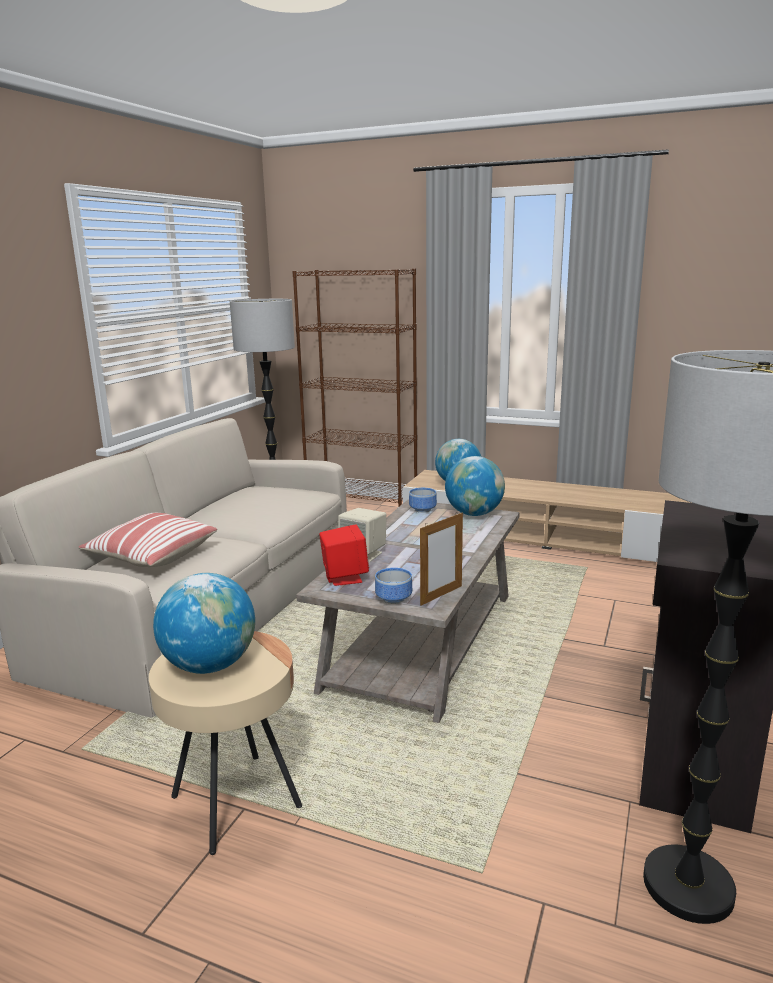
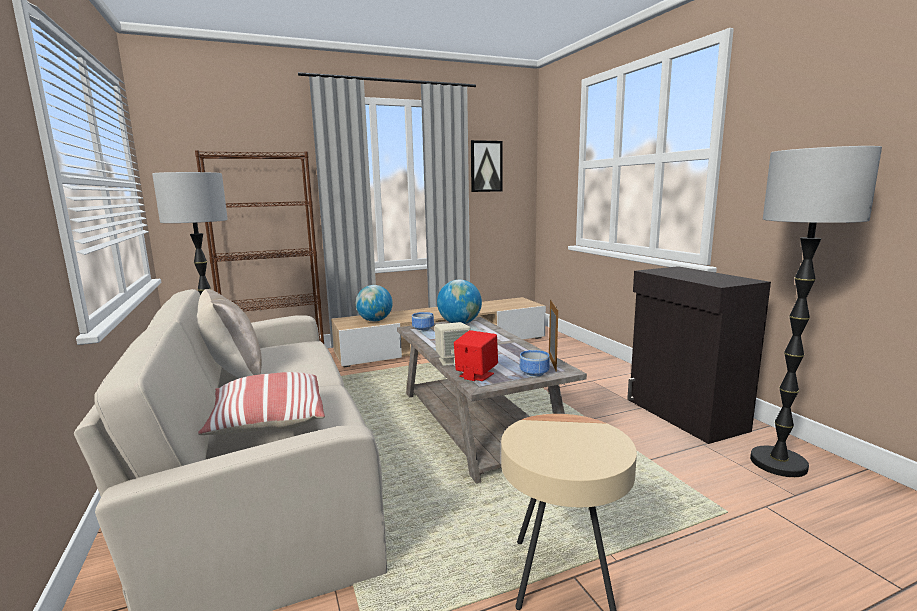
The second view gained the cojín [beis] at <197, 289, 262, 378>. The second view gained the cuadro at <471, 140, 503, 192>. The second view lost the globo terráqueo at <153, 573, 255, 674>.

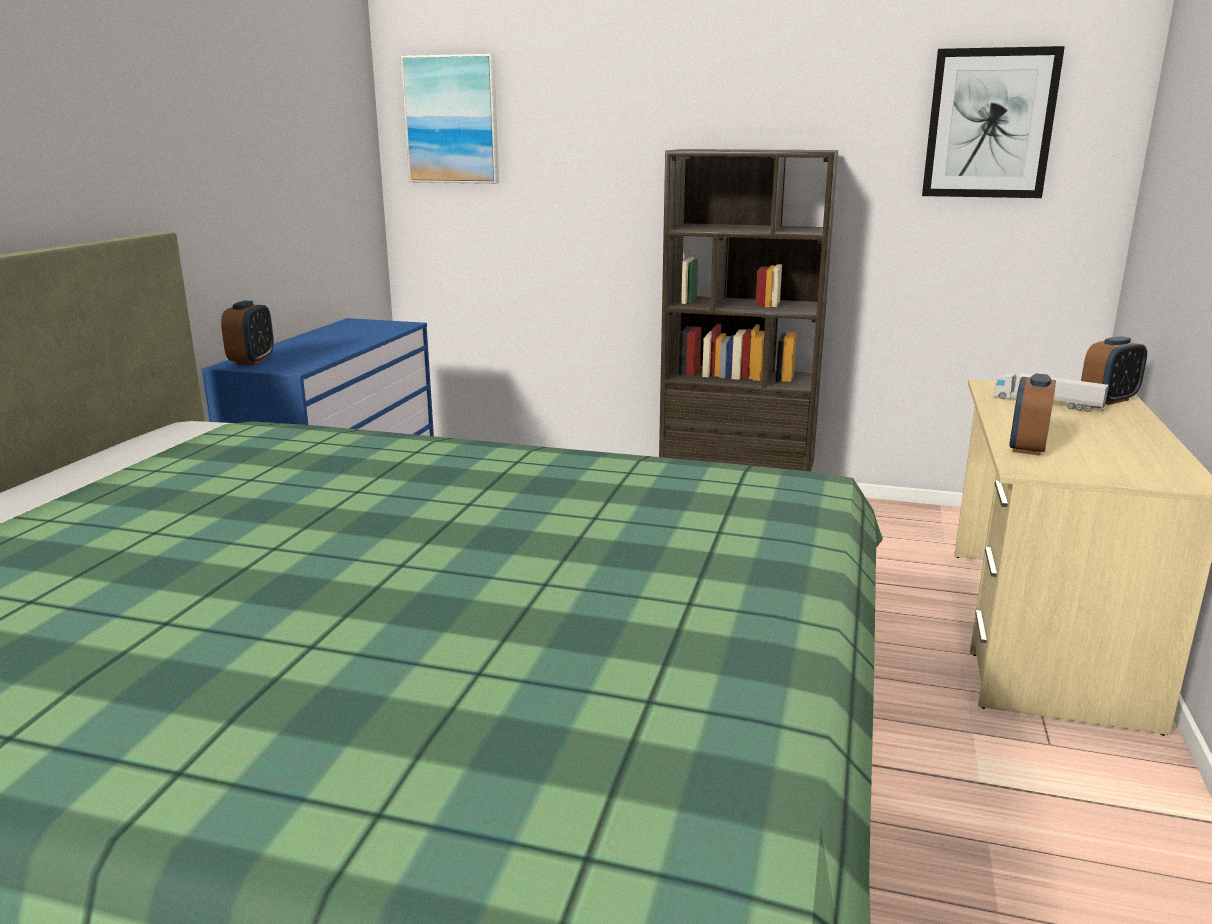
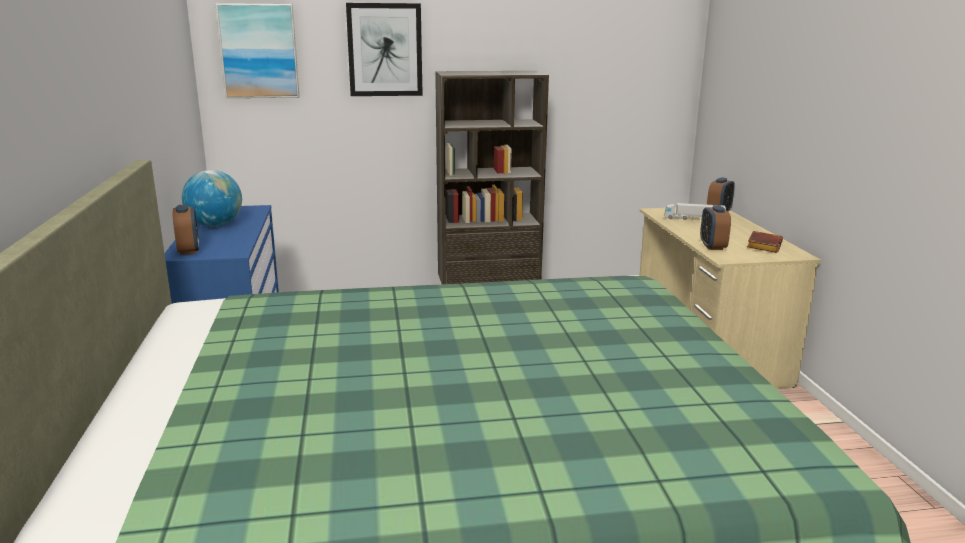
The second view gained the globo terráqueo at <182, 170, 242, 227>. The cuadro ended up elsewhere, having gone from <922, 46, 1065, 198> to <346, 3, 423, 96>. The second view gained the libro [marrón] at <747, 231, 783, 253>.

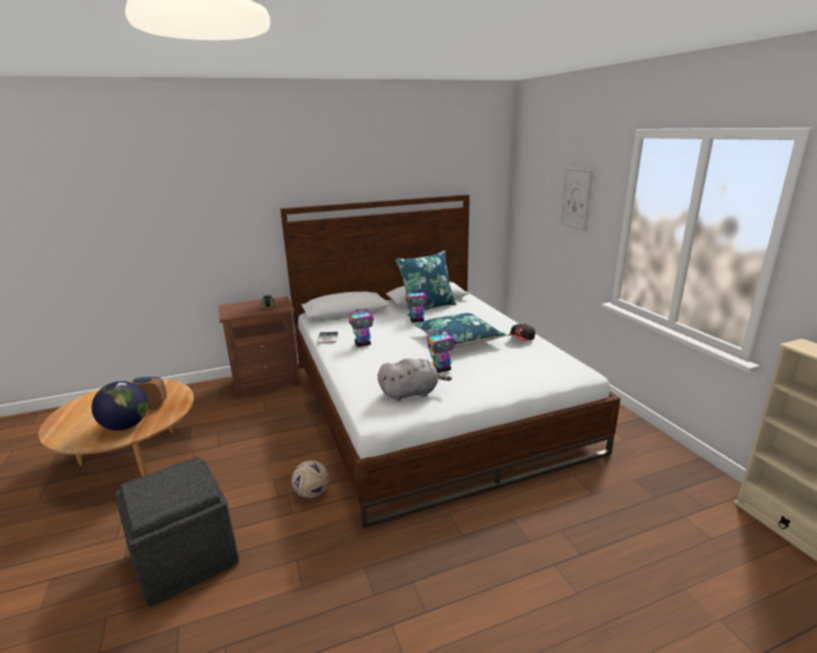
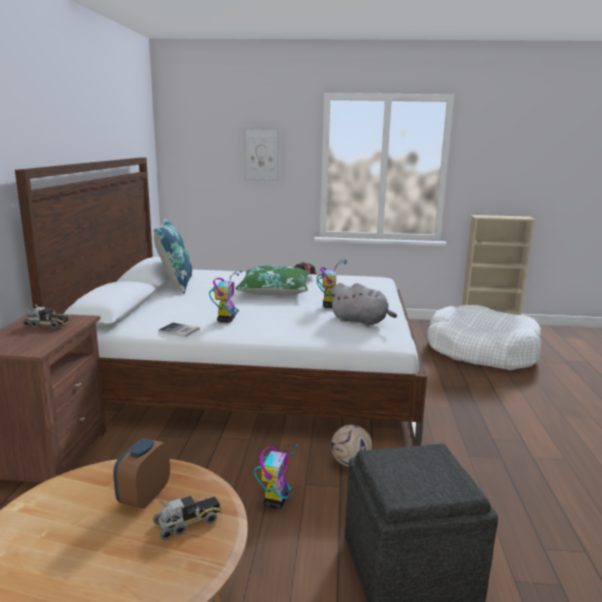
Where the globo terráqueo stood at <92, 381, 148, 431>, the camión de juguete came to stand at <153, 496, 222, 540>. What was the cojín [azul] at <414, 313, 506, 348> turned into the cojín [verde] at <235, 266, 310, 295>. The robot de juguete ended up elsewhere, having gone from <406, 288, 428, 323> to <254, 444, 298, 509>. The peluche [gris] at <378, 358, 452, 401> ended up facing another way, 105 degrees clockwise from before. The second view gained the cama para perro [blanco] at <427, 305, 541, 370>.

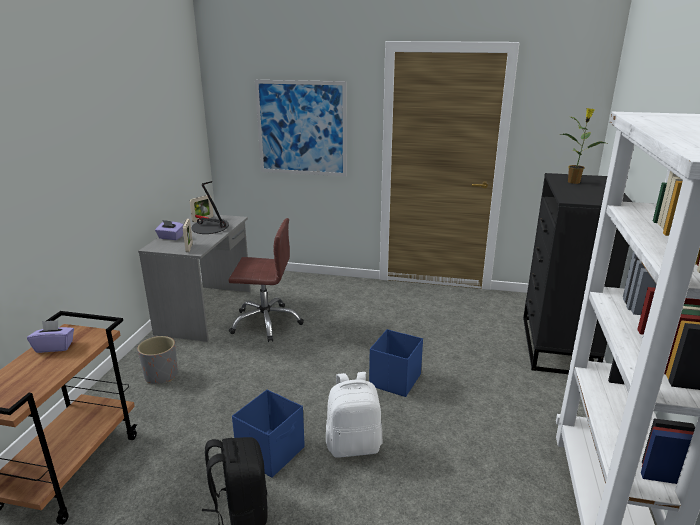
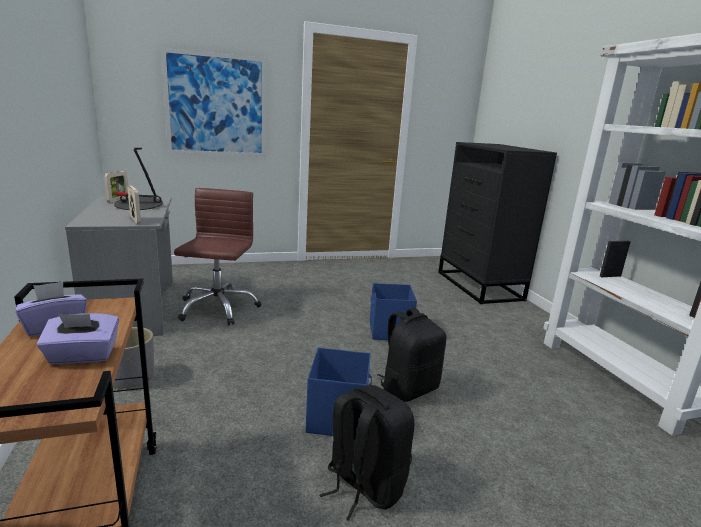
The caja de pañuelos [morado] ended up elsewhere, having gone from <155, 220, 184, 240> to <37, 313, 119, 364>. The silla de oficina [marrón] at <229, 218, 304, 342> ended up facing another way, 60 degrees counterclockwise from before. What was the mochila [blanco] at <326, 372, 383, 458> turned into the mochila [negro] at <378, 308, 446, 402>. The second view lost the planta en maceta at <559, 108, 605, 184>.

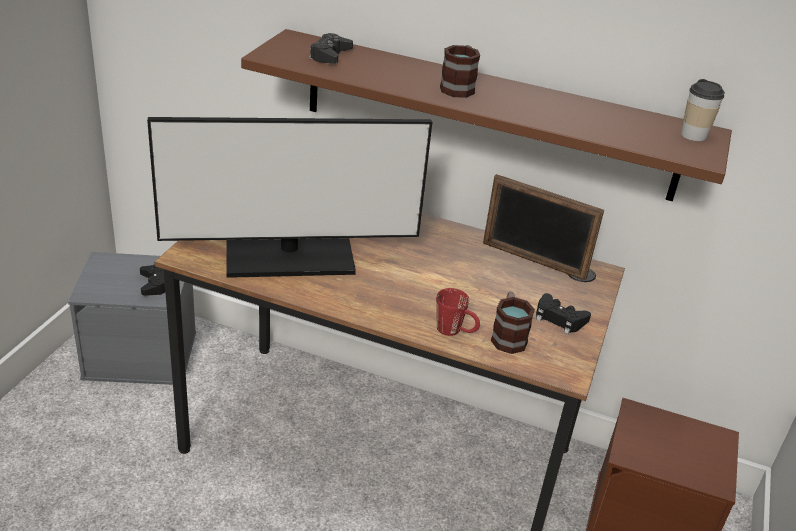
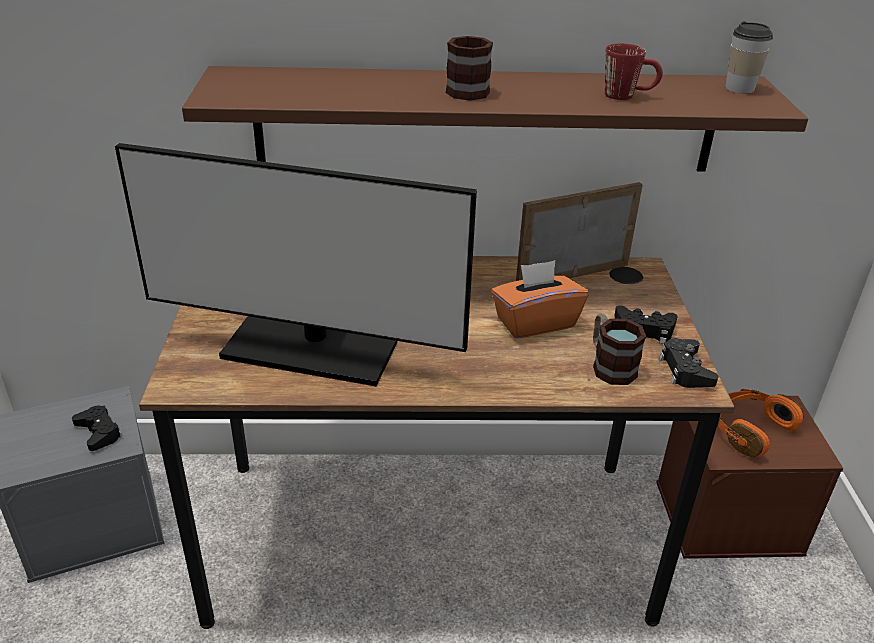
The monitor at <147, 117, 432, 278> ended up facing another way, 45 degrees clockwise from before. The second view gained the caja de pañuelos [naranja] at <491, 260, 588, 338>. The portarretratos at <483, 174, 604, 280> ended up facing another way, 150 degrees clockwise from before. The taza grande [rojo] ended up elsewhere, having gone from <436, 288, 480, 336> to <605, 43, 663, 100>. The mando de consola [negro] ended up elsewhere, having gone from <309, 33, 353, 64> to <659, 338, 718, 388>. The second view gained the auriculares [naranja] at <717, 389, 804, 457>.

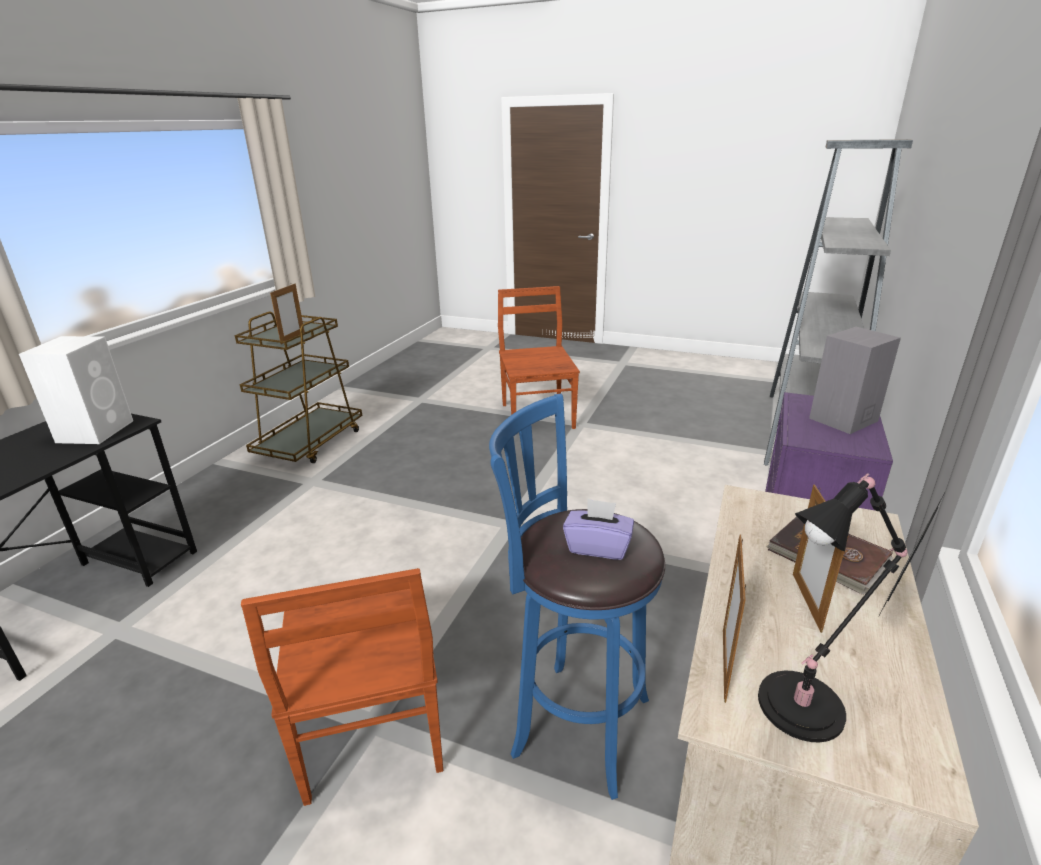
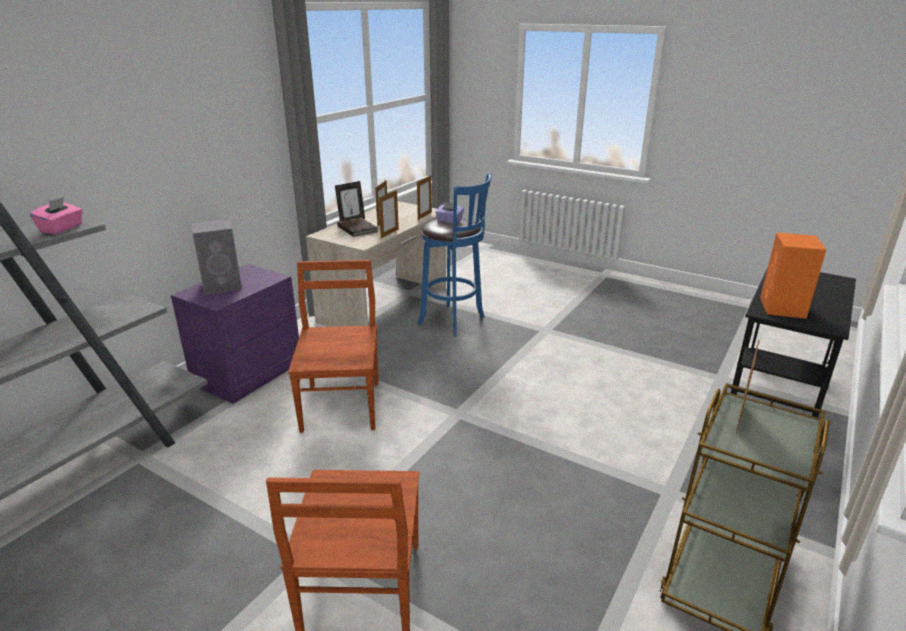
The second view gained the caja de pañuelos [rosa] at <30, 197, 83, 234>. The silla [marrón] ended up elsewhere, having gone from <241, 568, 443, 806> to <288, 260, 378, 433>. The second view gained the portarretratos at <379, 190, 399, 238>. What was the altavoz [blanco] at <19, 336, 133, 444> turned into the altavoz [naranja] at <760, 232, 826, 319>. The second view lost the lámpara de mesa [negro] at <758, 473, 908, 742>.

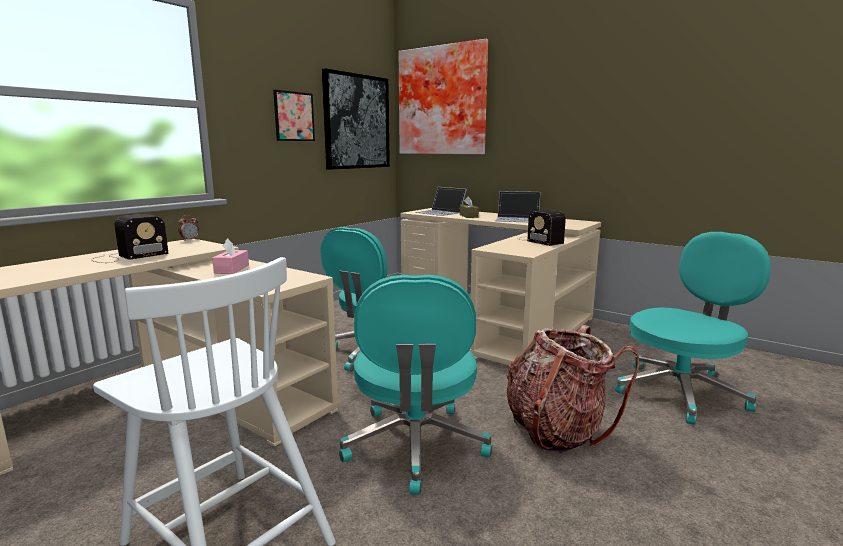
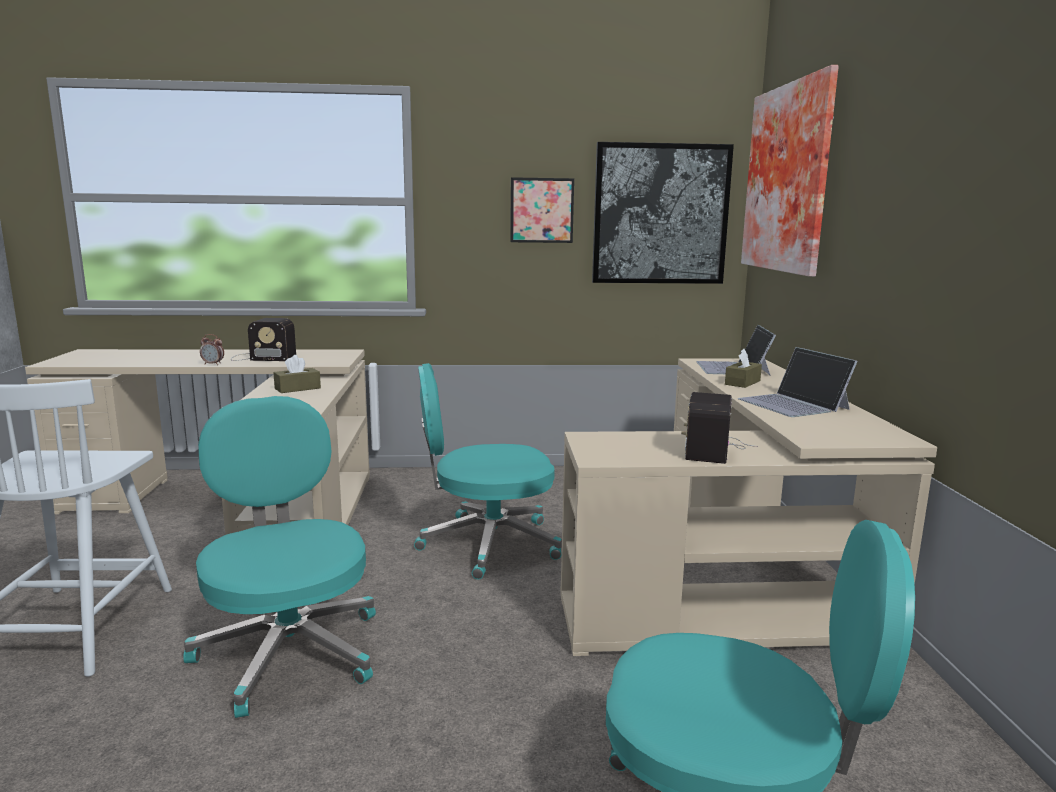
The silla de oficina [turquesa] at <339, 275, 492, 495> ended up facing another way, 105 degrees clockwise from before. The despertador ended up elsewhere, having gone from <178, 215, 199, 241> to <200, 334, 224, 365>. What was the caja de pañuelos [rosa] at <212, 238, 249, 274> turned into the caja de pañuelos [marrón] at <273, 355, 321, 393>. The second view lost the mochila at <506, 325, 639, 453>.

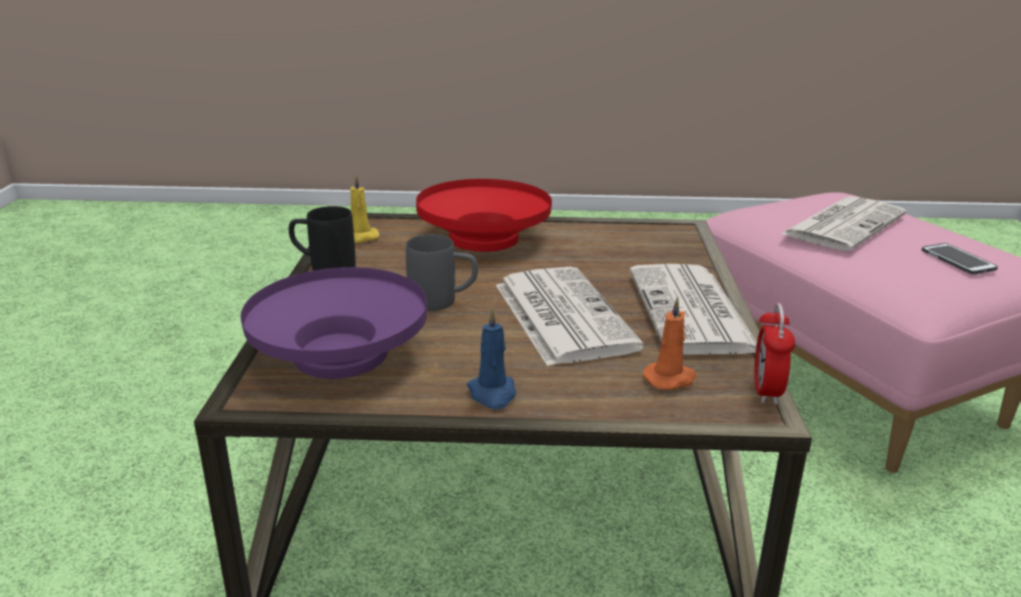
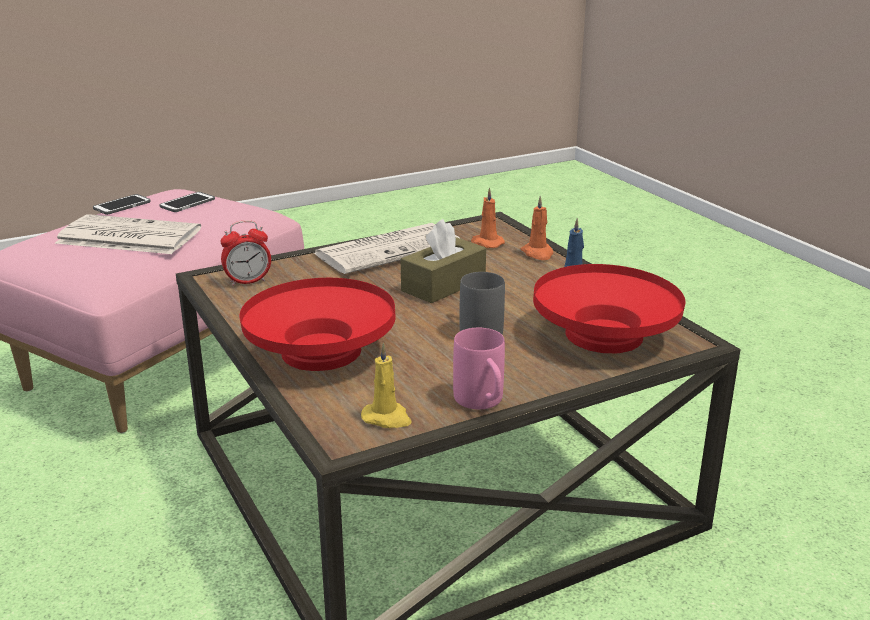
The second view gained the móvil at <93, 194, 151, 215>. The despertador ended up elsewhere, having gone from <754, 303, 795, 405> to <220, 220, 271, 286>. Where the periódico stood at <496, 267, 644, 366>, the caja de pañuelos [marrón] came to stand at <401, 219, 486, 303>. What was the taza grande [negro] at <289, 206, 356, 271> turned into the taza grande [rosa] at <453, 328, 505, 409>. The second view gained the vela [naranja] at <521, 196, 553, 260>. What was the cuenco [morado] at <241, 267, 427, 379> turned into the cuenco [rojo] at <533, 264, 685, 353>.

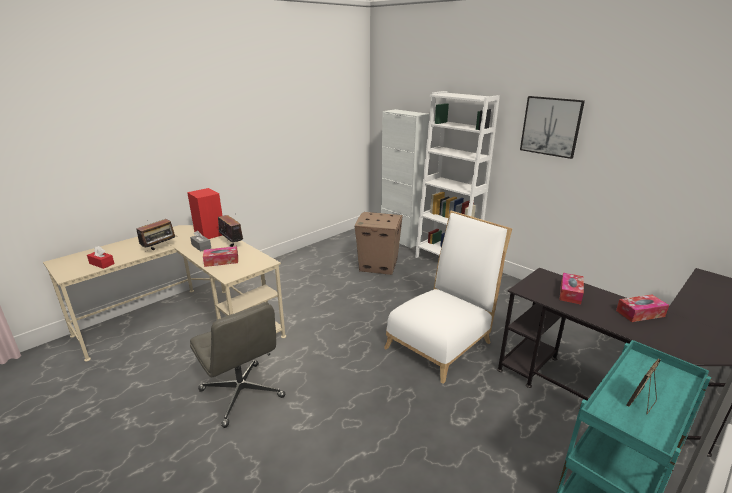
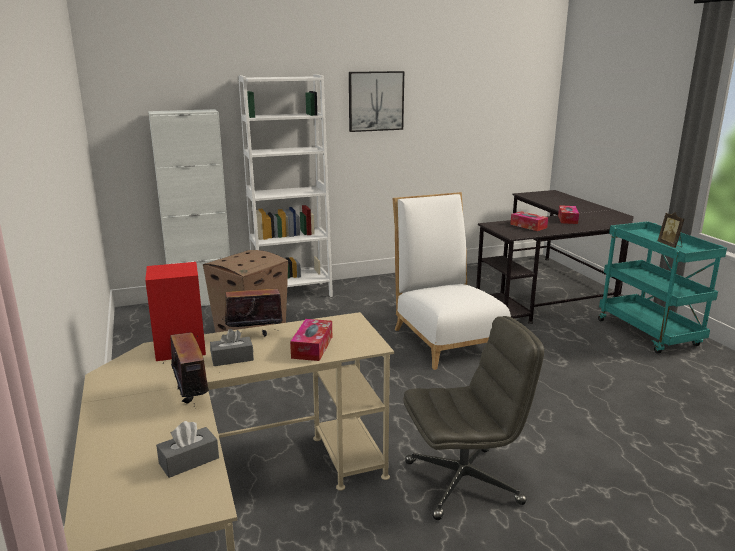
What was the caja de pañuelos [rojo] at <87, 246, 115, 269> turned into the caja de pañuelos [gris] at <156, 421, 219, 478>.

